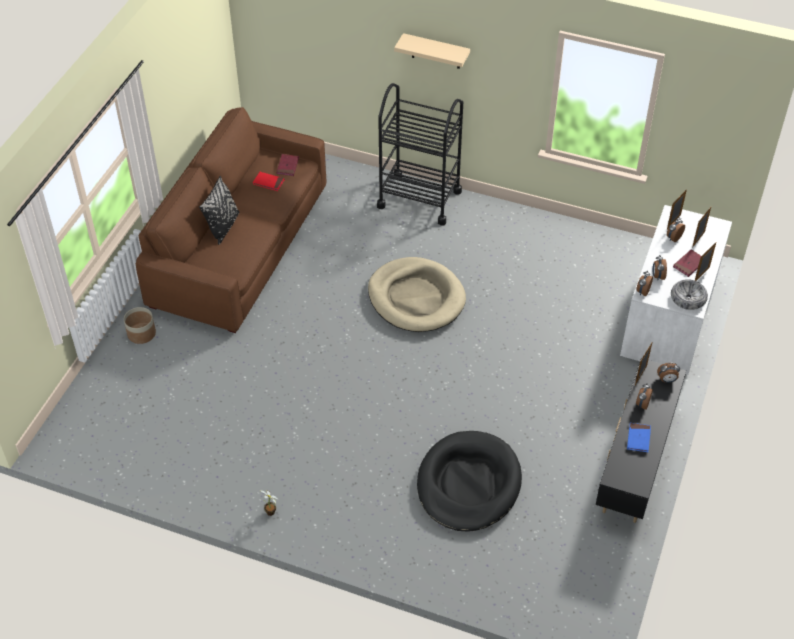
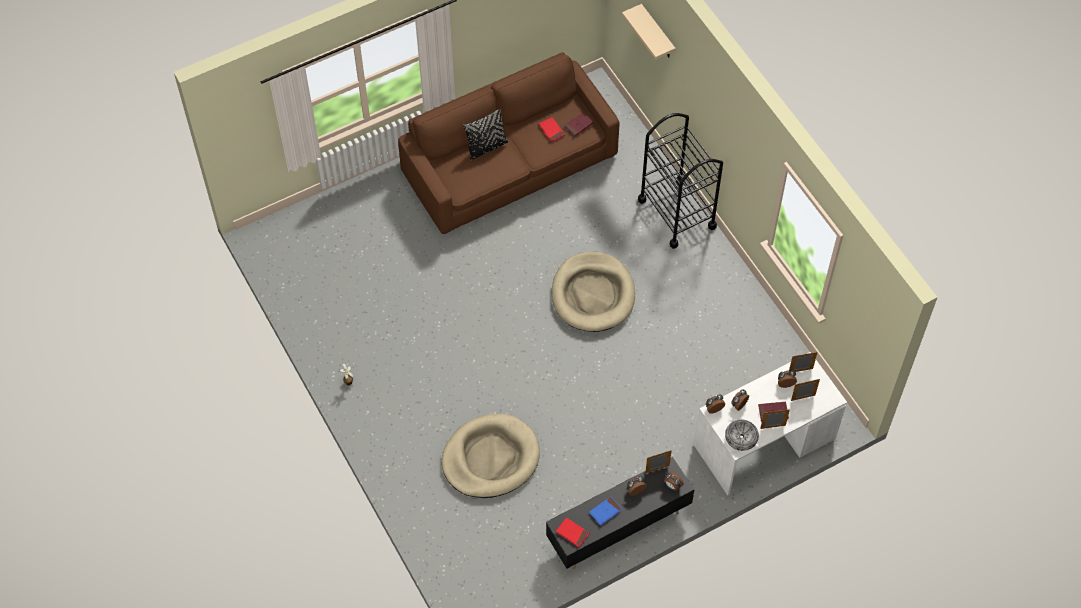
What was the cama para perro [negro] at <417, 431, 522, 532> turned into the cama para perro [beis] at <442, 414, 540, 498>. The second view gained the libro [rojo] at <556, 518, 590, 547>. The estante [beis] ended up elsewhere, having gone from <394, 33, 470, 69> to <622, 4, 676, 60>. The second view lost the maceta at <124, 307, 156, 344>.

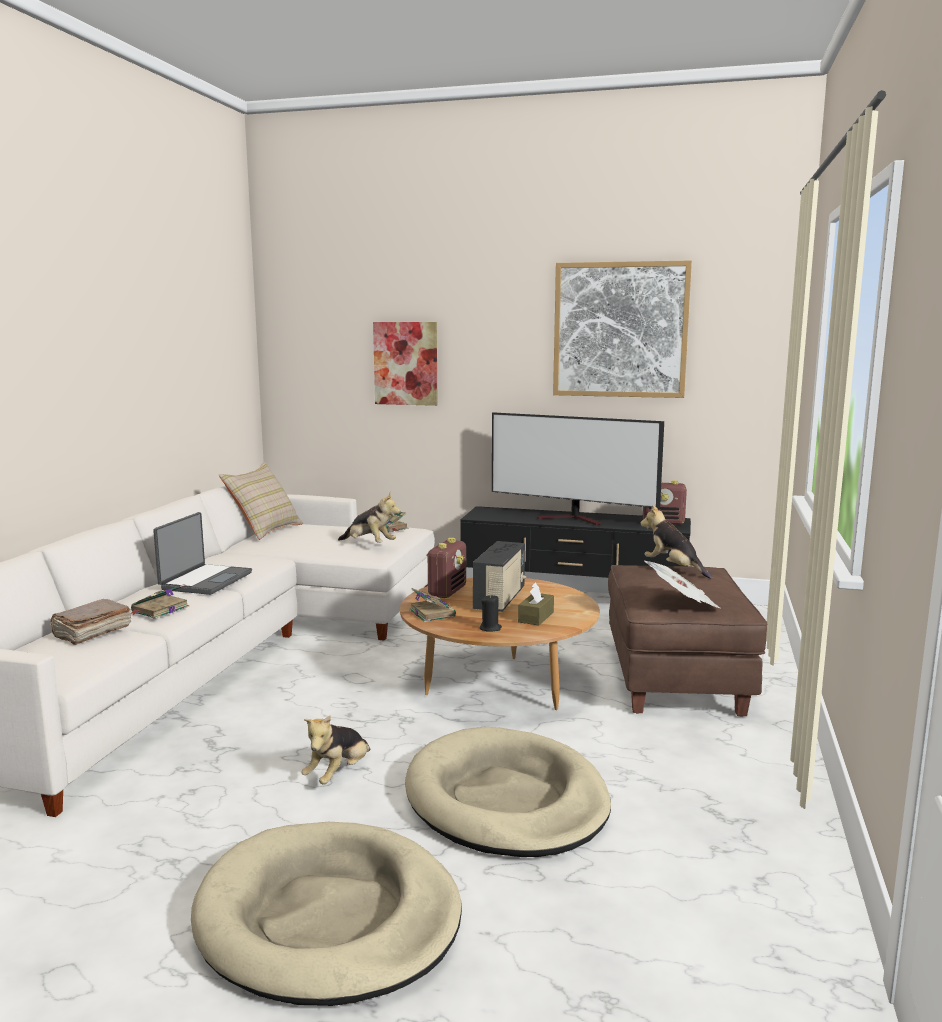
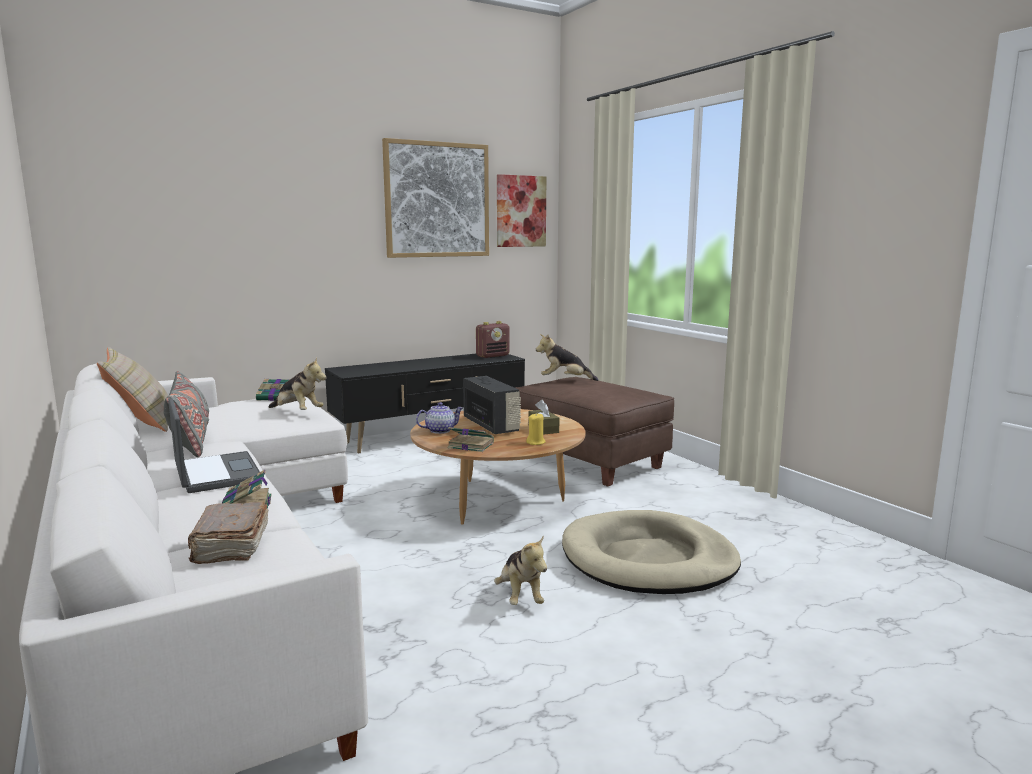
The second view gained the cojín [gris] at <164, 371, 209, 457>. The peluche at <338, 492, 401, 543> ended up facing another way, 45 degrees clockwise from before. Where the radio stood at <427, 538, 466, 598>, the tetera came to stand at <416, 402, 463, 434>. The cuadro ended up elsewhere, having gone from <373, 322, 438, 406> to <497, 174, 546, 247>. What was the vela [negro] at <479, 594, 502, 632> turned into the vela [amarillo] at <526, 414, 546, 445>. The second view lost the cama para perro [beis] at <191, 822, 462, 1006>. The second view lost the televisor at <492, 412, 664, 525>. The second view lost the periódico at <645, 561, 720, 608>.

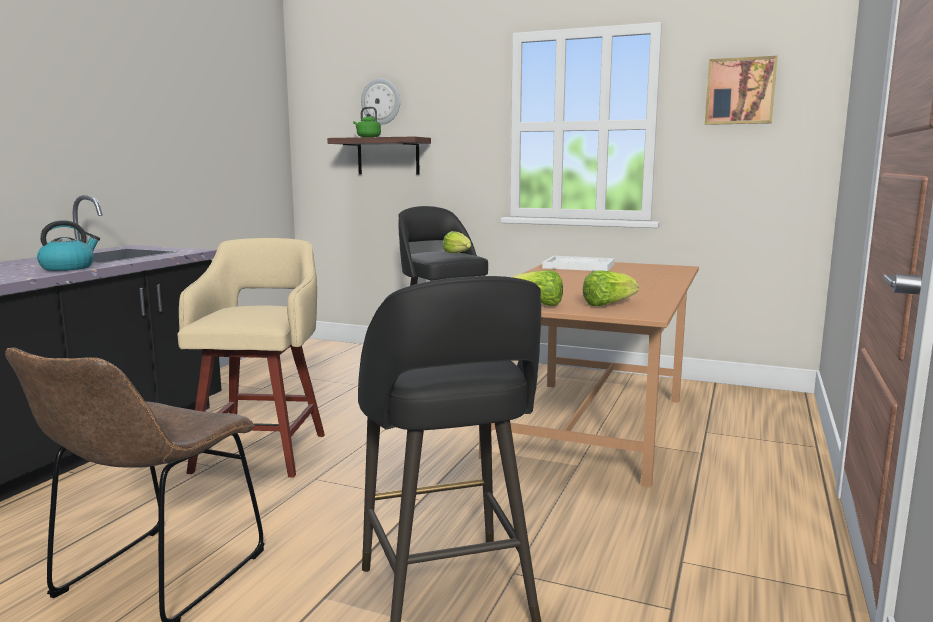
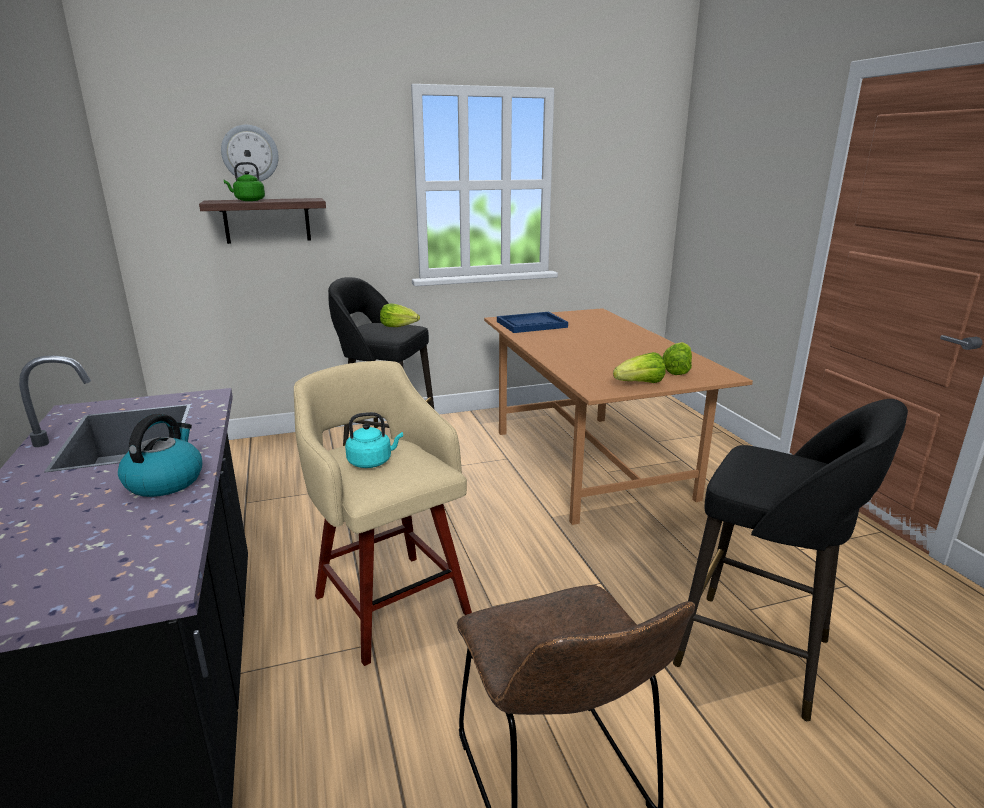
The second view gained the hervidor [turquesa] at <345, 412, 403, 468>. What was the bandeja [blanco] at <542, 256, 615, 271> turned into the bandeja [azul] at <497, 312, 568, 333>. The second view lost the cuadro at <705, 56, 778, 125>.

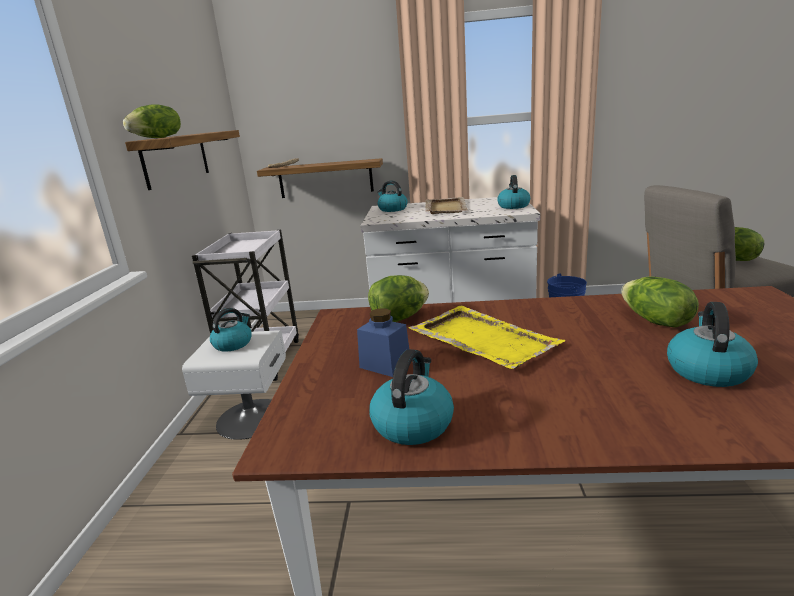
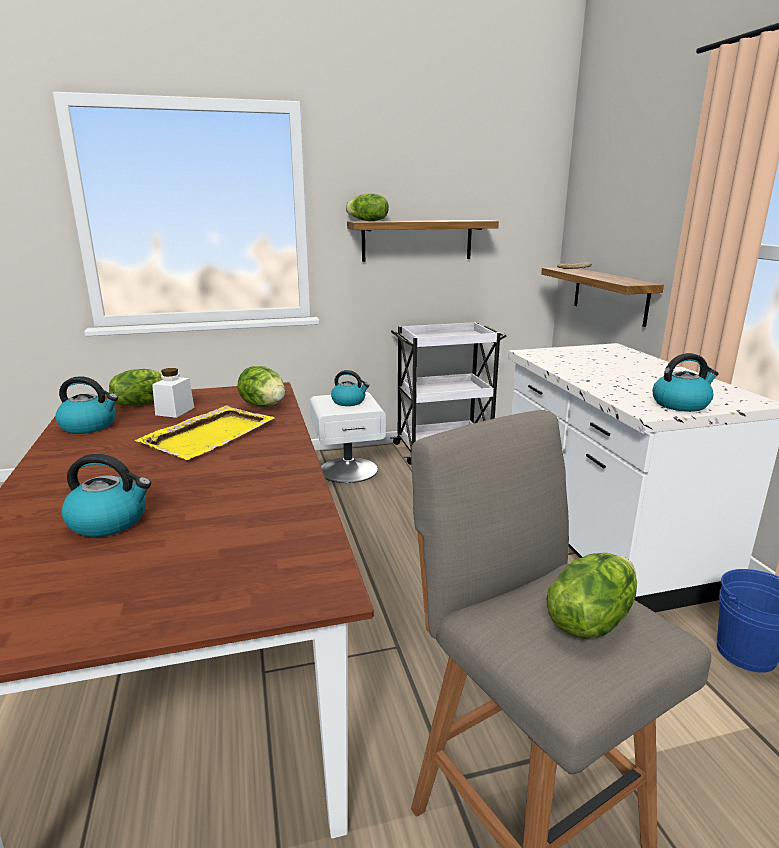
The lechuga ended up elsewhere, having gone from <621, 277, 699, 328> to <109, 369, 163, 406>. What was the tarro [azul] at <357, 308, 409, 377> turned into the tarro [blanco] at <152, 368, 195, 418>. The second view lost the hervidor at <377, 180, 408, 212>. The second view lost the bandeja [beis] at <425, 197, 468, 214>.

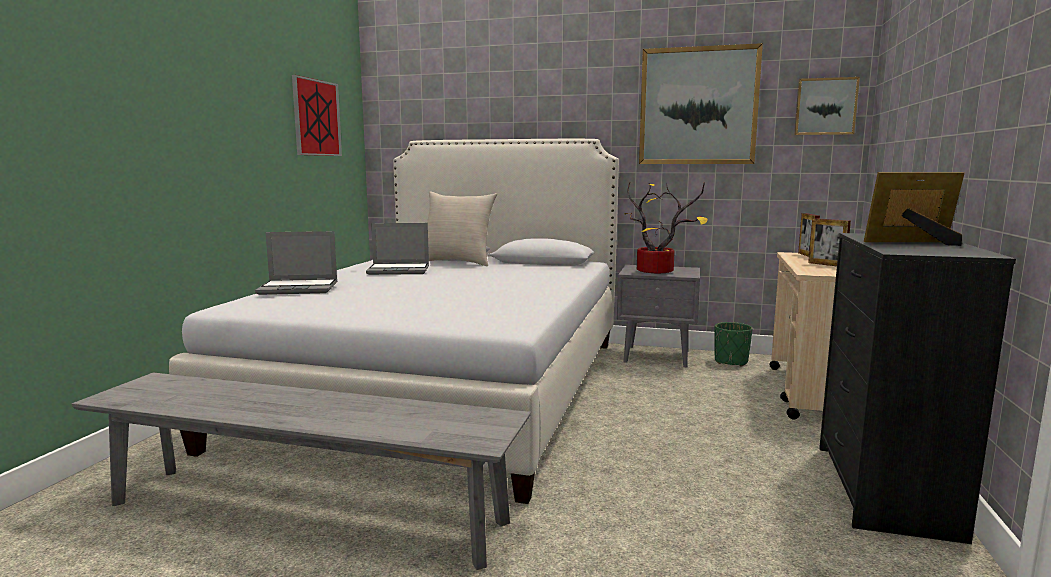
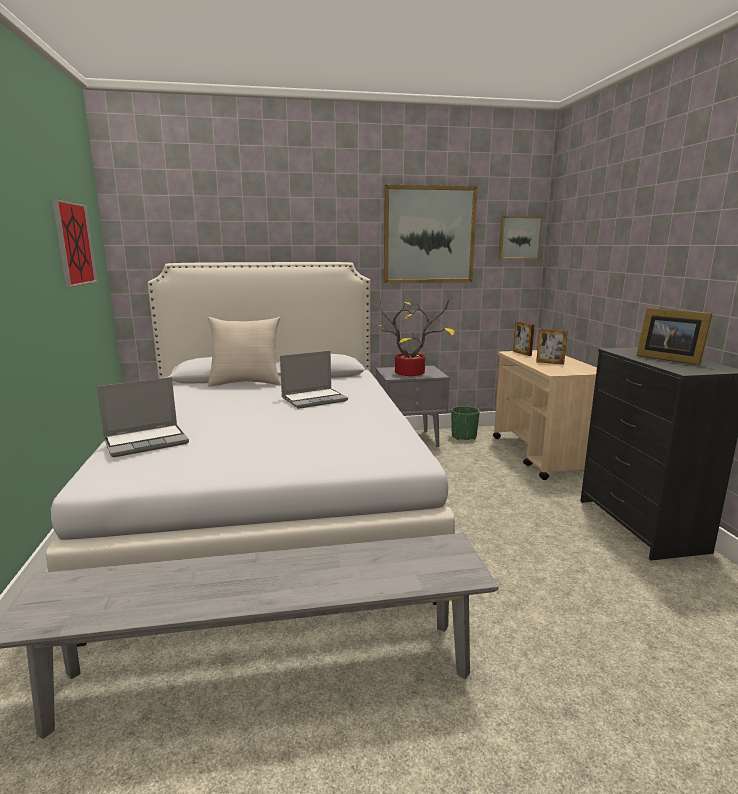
The portátil ended up elsewhere, having gone from <366, 223, 429, 275> to <280, 351, 348, 409>. The portarretratos at <864, 172, 965, 246> ended up facing another way, 105 degrees counterclockwise from before.

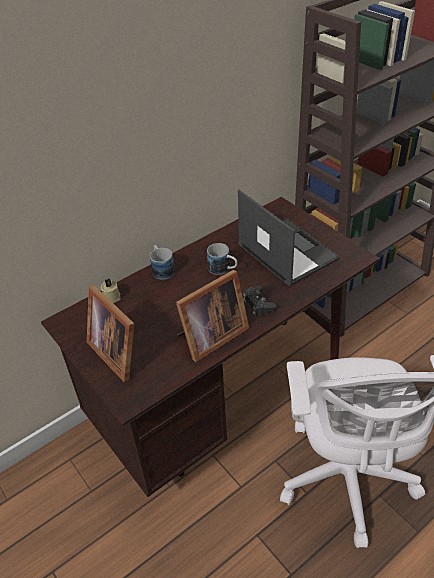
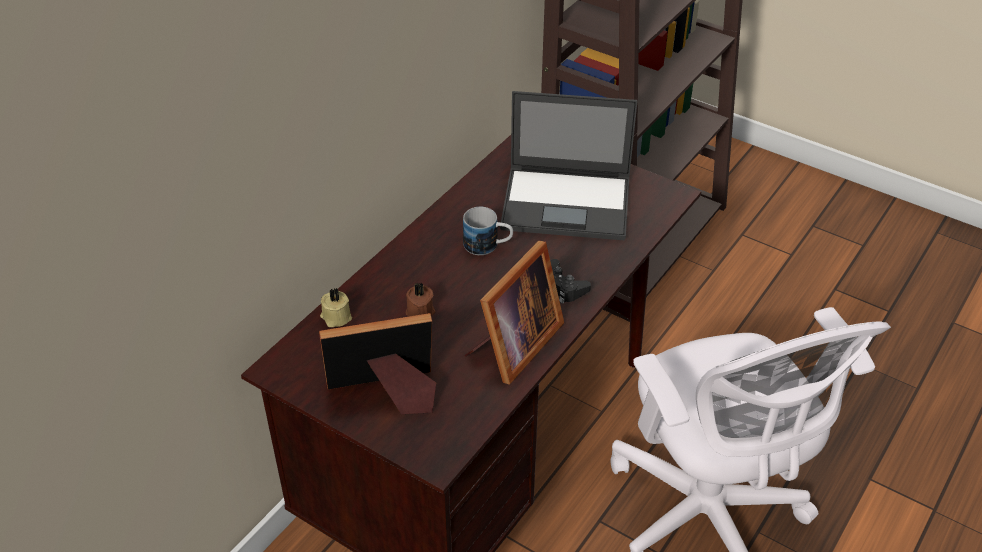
The portarretratos at <87, 285, 134, 382> ended up facing another way, 135 degrees clockwise from before. The second view gained the vela [marrón] at <406, 282, 435, 317>. The portátil at <238, 190, 340, 286> ended up facing another way, 150 degrees clockwise from before. The second view lost the taza grande at <150, 245, 175, 280>.

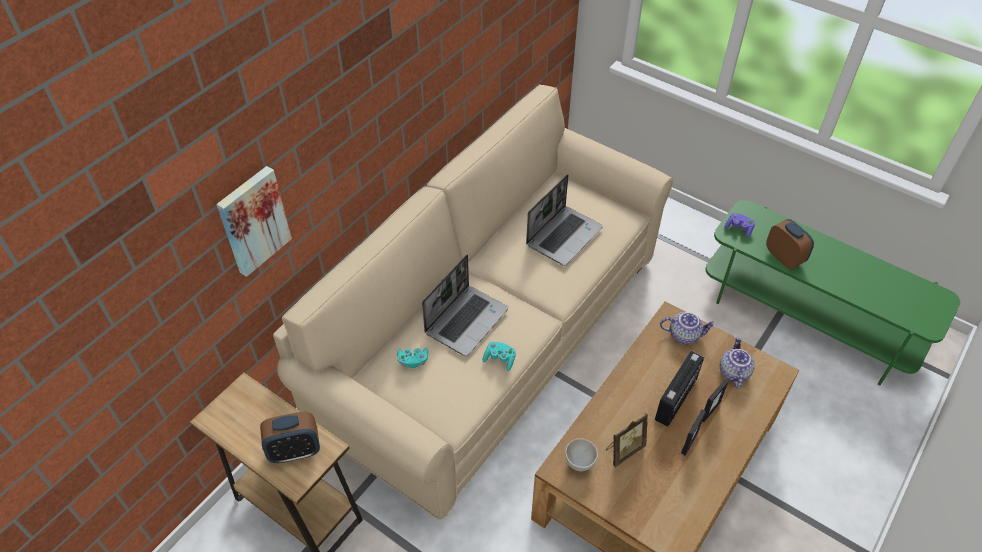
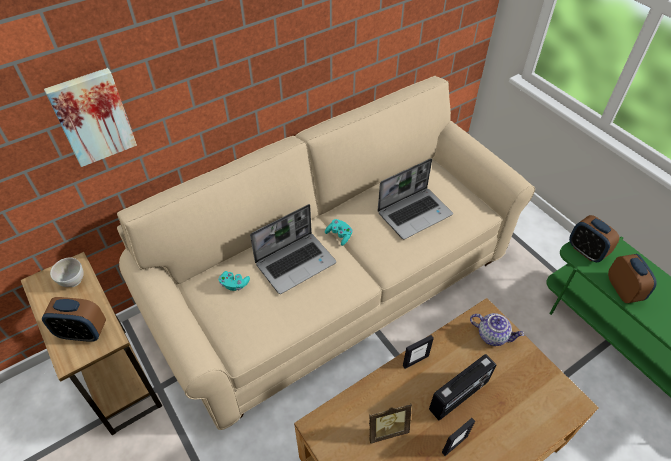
The cuenco [blanco] ended up elsewhere, having gone from <565, 438, 598, 471> to <50, 258, 84, 287>. The mando de consola [turquesa] ended up elsewhere, having gone from <483, 342, 516, 371> to <325, 219, 352, 246>. The portarretratos ended up elsewhere, having gone from <703, 379, 729, 422> to <403, 335, 434, 369>. Where the mando de consola [morado] stood at <724, 213, 755, 238>, the despertador came to stand at <569, 215, 619, 262>. The second view lost the tetera at <720, 337, 755, 389>.

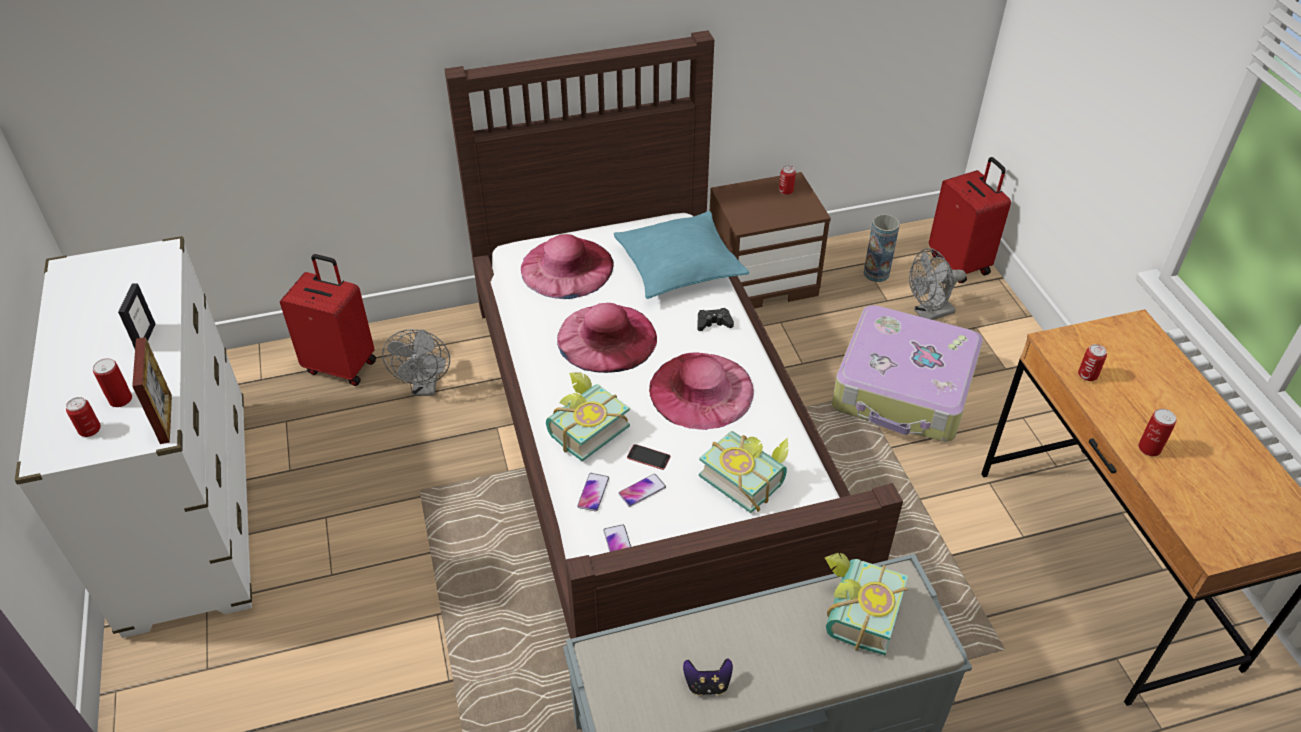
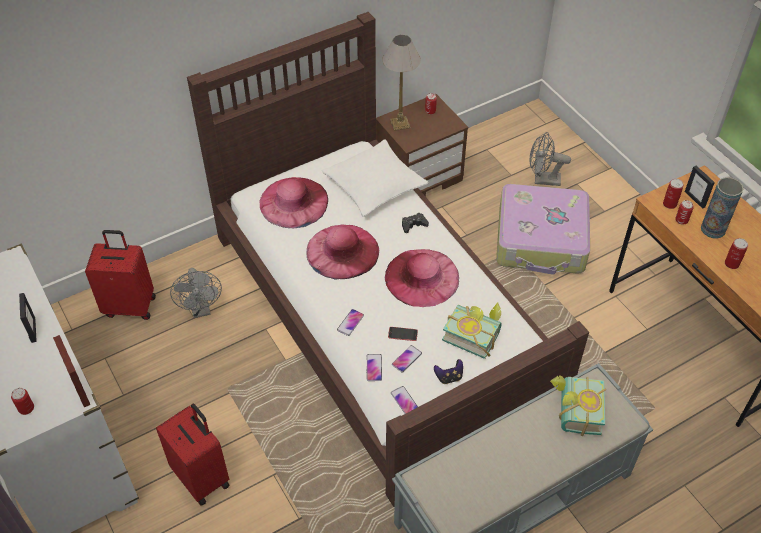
The maleta [rojo] ended up elsewhere, having gone from <929, 157, 1011, 283> to <156, 403, 230, 505>. What was the cojín [turquesa] at <614, 211, 749, 299> turned into the cojín [blanco] at <322, 139, 428, 217>. Where the libro stood at <546, 372, 630, 461>, the móvil came to stand at <337, 309, 364, 336>. The second view gained the lámpara de mesa at <382, 35, 421, 131>. The mando de consola ended up elsewhere, having gone from <683, 658, 733, 696> to <434, 359, 463, 384>. The ventilador [gris] at <909, 248, 966, 320> ended up facing another way, 45 degrees clockwise from before. The lata ended up elsewhere, having gone from <93, 358, 132, 407> to <663, 179, 684, 209>. The second view gained the portarretratos at <685, 166, 715, 209>. The florero ended up elsewhere, having gone from <864, 214, 900, 282> to <701, 177, 744, 239>.

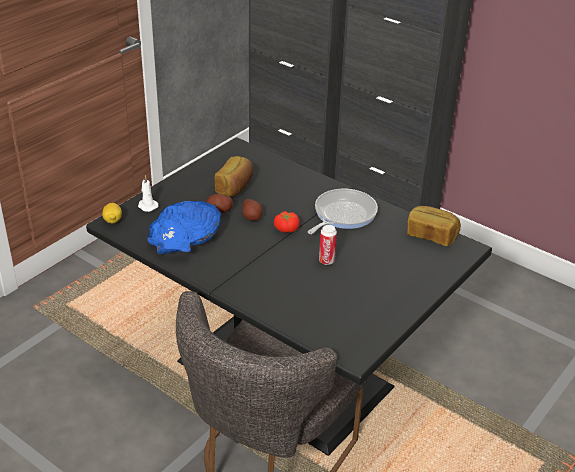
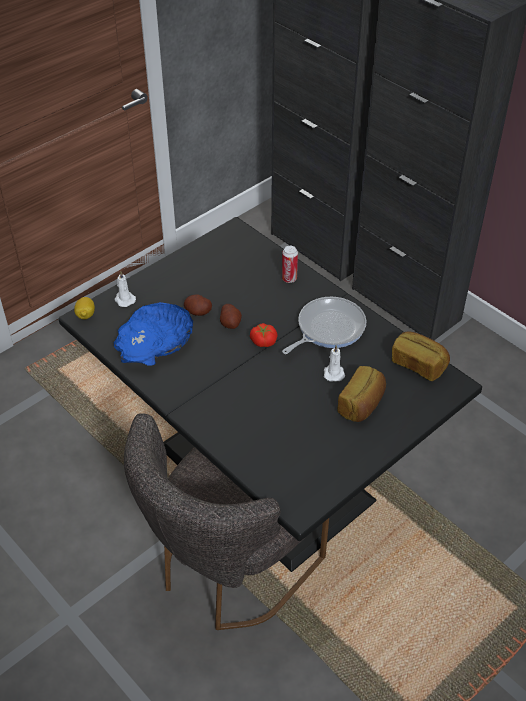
The lata ended up elsewhere, having gone from <319, 225, 337, 265> to <282, 246, 298, 283>. The second view gained the vela [blanco] at <324, 345, 345, 382>. The pan ended up elsewhere, having gone from <215, 156, 254, 197> to <337, 366, 386, 422>.

